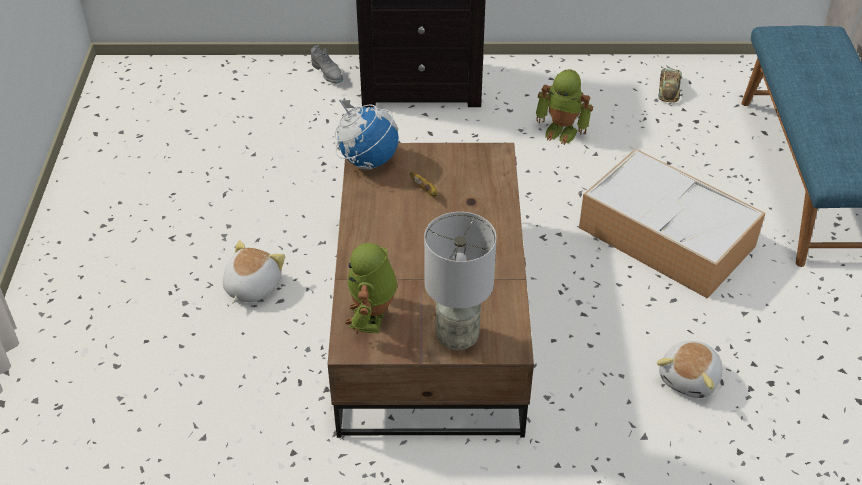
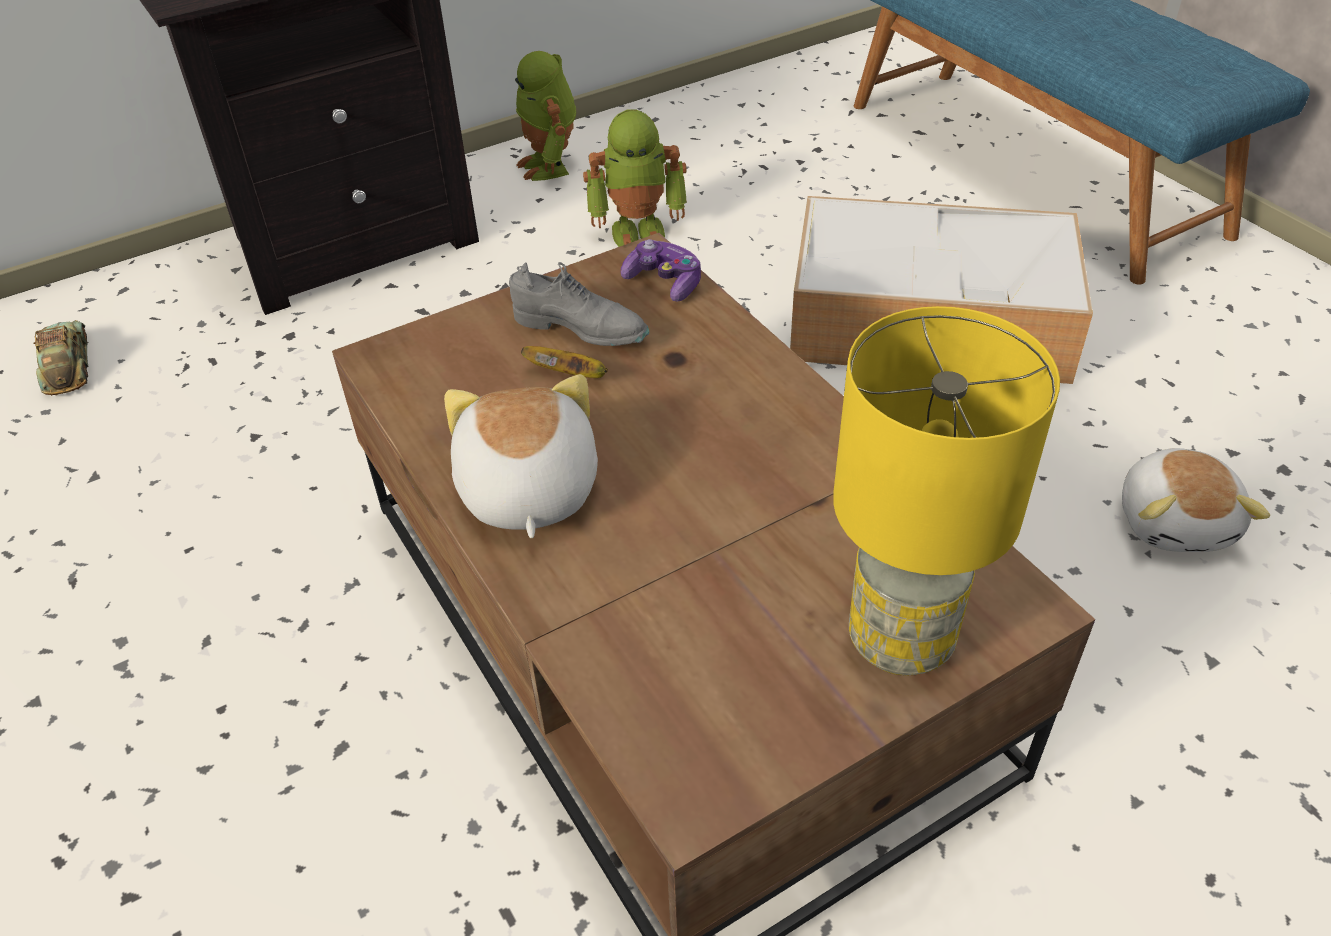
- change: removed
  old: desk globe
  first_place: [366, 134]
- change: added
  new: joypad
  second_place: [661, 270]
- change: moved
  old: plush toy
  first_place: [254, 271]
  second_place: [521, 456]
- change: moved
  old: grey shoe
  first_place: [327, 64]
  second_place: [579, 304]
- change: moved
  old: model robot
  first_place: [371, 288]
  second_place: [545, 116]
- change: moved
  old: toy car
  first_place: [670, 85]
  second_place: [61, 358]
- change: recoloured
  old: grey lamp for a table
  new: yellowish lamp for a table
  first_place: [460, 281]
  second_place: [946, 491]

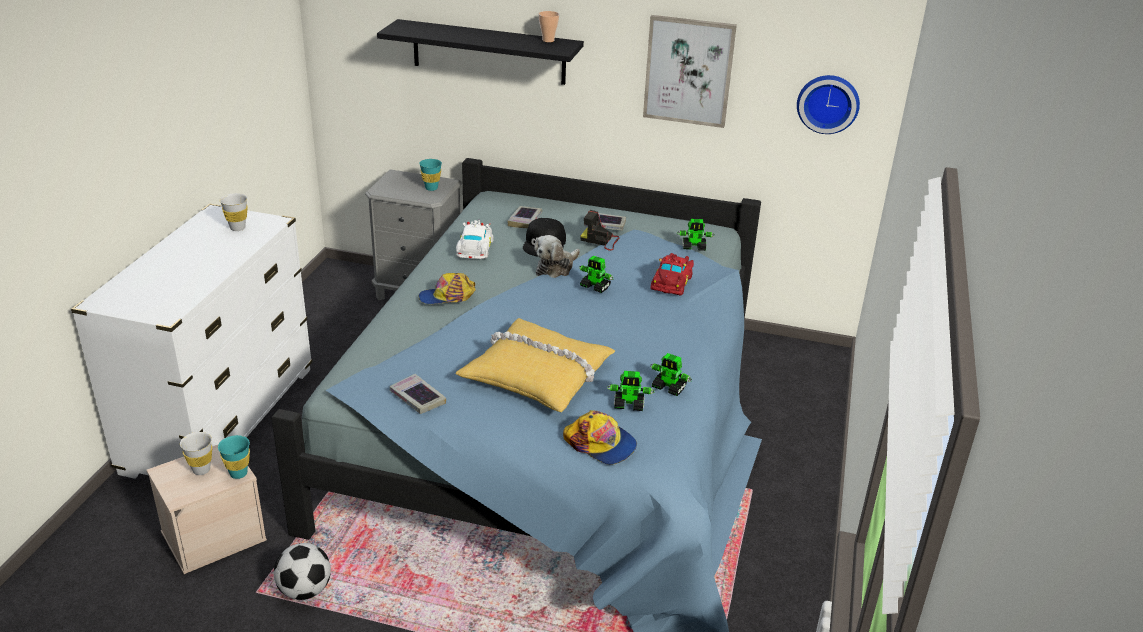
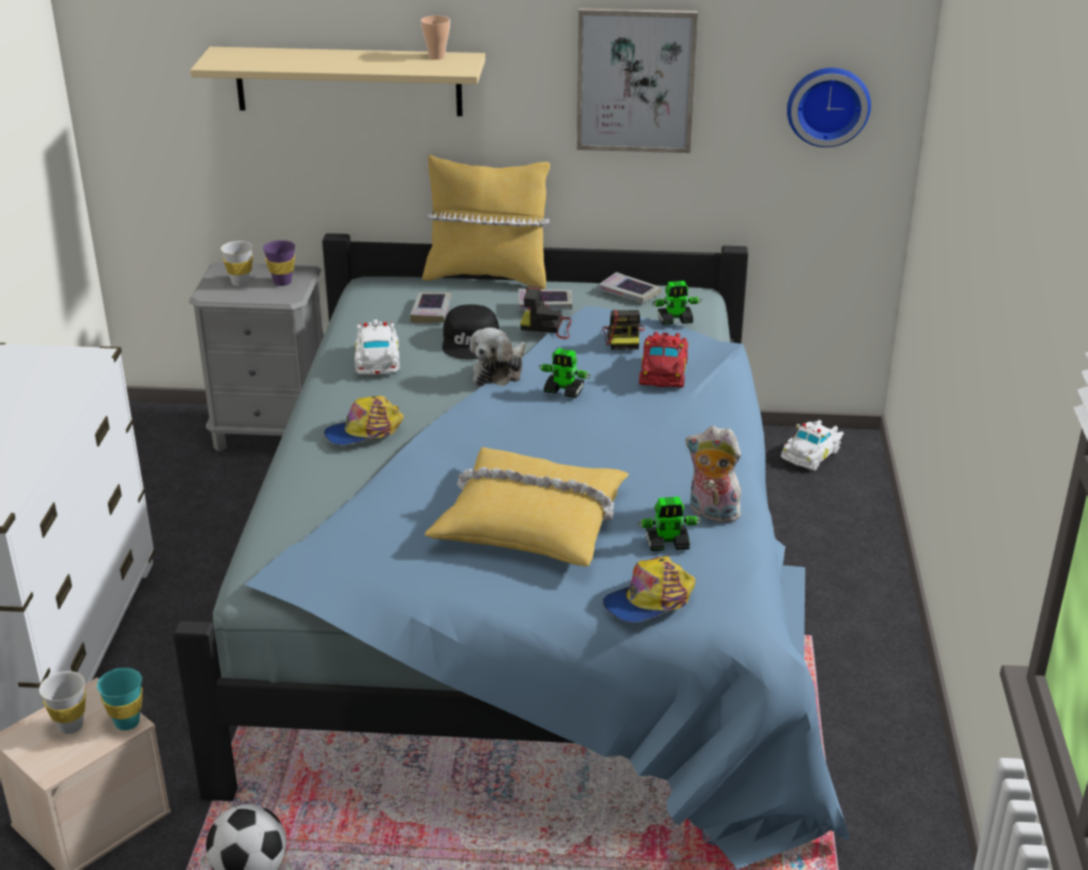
- change: added
  new: yellowish throw pillow
  second_place: [486, 222]
- change: added
  new: still camera
  second_place: [623, 330]
- change: added
  new: white toy car
  second_place: [812, 445]
- change: moved
  old: white cup
  first_place: [234, 212]
  second_place: [237, 263]
- change: moved
  old: volume
  first_place: [418, 394]
  second_place: [629, 287]
- change: replaced
  old: model robot
  new: plush toy
  first_place: [671, 374]
  second_place: [713, 475]
- change: recoloured
  old: black-coloured wall shelf
  new: sand-coloured wall shelf
  first_place: [480, 52]
  second_place: [337, 81]
- change: recoloured
  old: turquoise-coloured cup
  new: purple-coloured cup
  first_place: [430, 175]
  second_place: [279, 263]
- change: turned
  old: cap
  first_place: [600, 437]
  second_place: [649, 589]
  degrees: 120

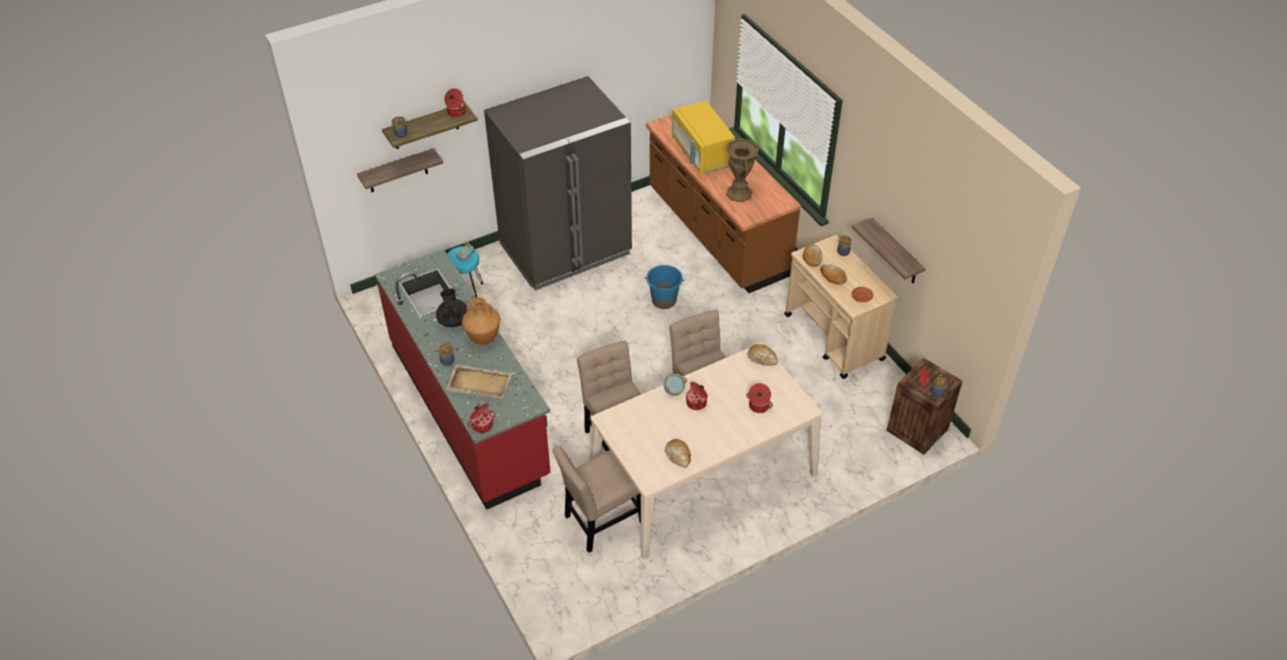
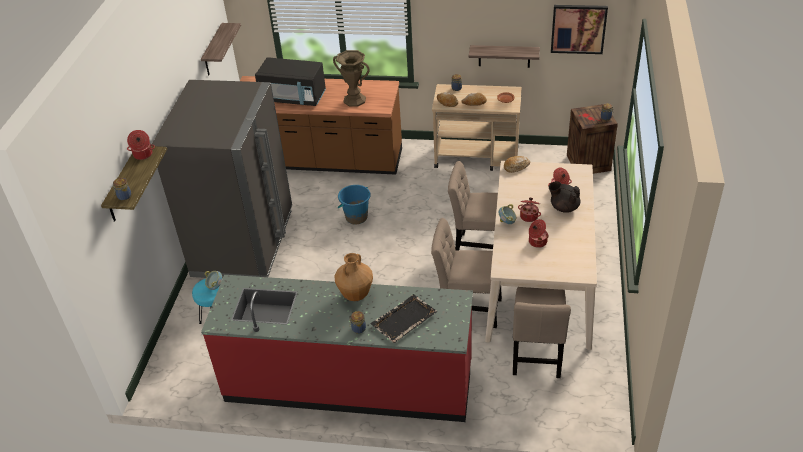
- change: removed
  old: baked bread
  first_place: [678, 453]
- change: added
  new: wall art
  second_place: [579, 29]
- change: moved
  old: wall shelf
  first_place: [400, 170]
  second_place: [221, 49]
- change: moved
  old: black-coloured tea pot
  first_place: [451, 307]
  second_place: [564, 197]
- change: moved
  old: cooking pot
  first_place: [482, 418]
  second_place: [539, 233]
- change: recoloured
  old: sand-coloured tray
  new: black-coloured tray
  first_place: [478, 381]
  second_place: [404, 318]
- change: recoloured
  old: yellowish microwave
  new: black-coloured microwave
  first_place: [703, 137]
  second_place: [290, 81]

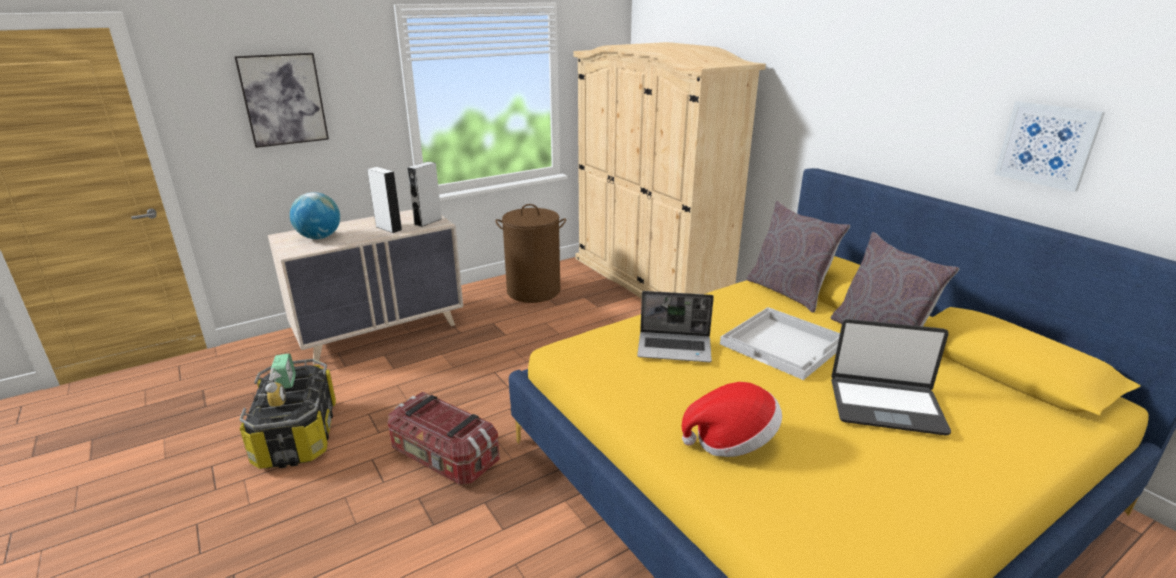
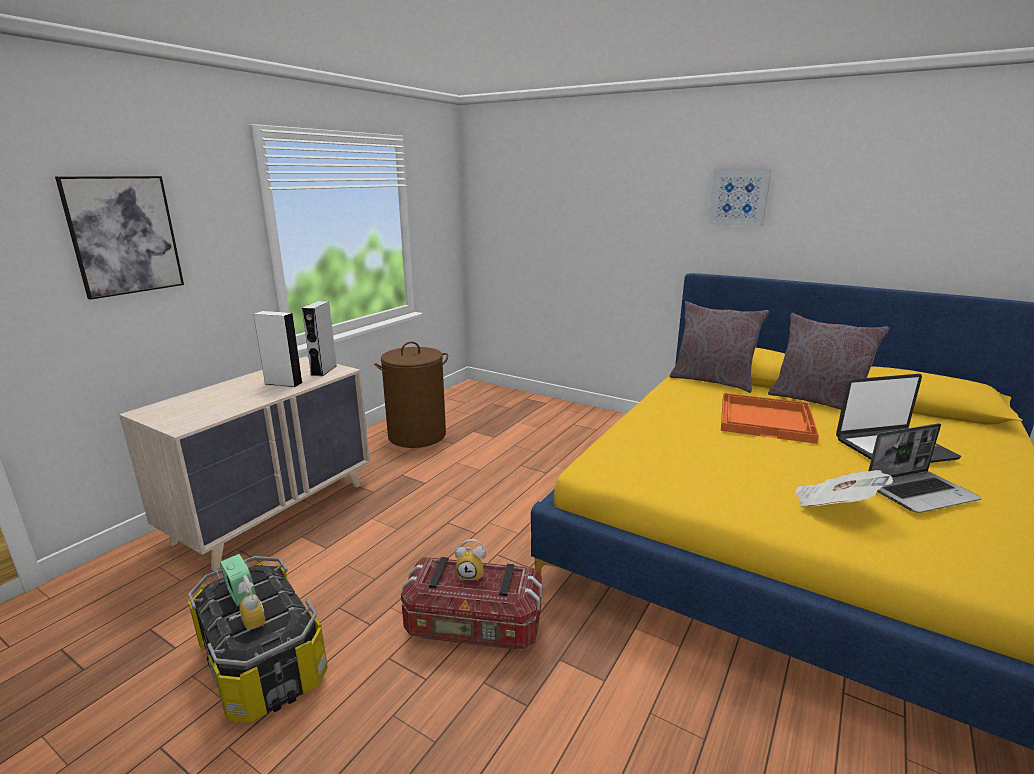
- change: removed
  old: desk globe
  first_place: [315, 215]
- change: removed
  old: sand-coloured wardrobe
  first_place: [669, 170]
- change: added
  new: alarm clock
  second_place: [470, 560]
- change: moved
  old: notebook computer
  first_place: [675, 326]
  second_place: [925, 468]
- change: moved
  old: wall art
  first_place: [1049, 146]
  second_place: [739, 197]
- change: replaced
  old: hat
  new: printed paper
  first_place: [732, 419]
  second_place: [844, 488]
- change: recoloured
  old: white tray
  new: orangey tray
  first_place: [780, 343]
  second_place: [770, 418]

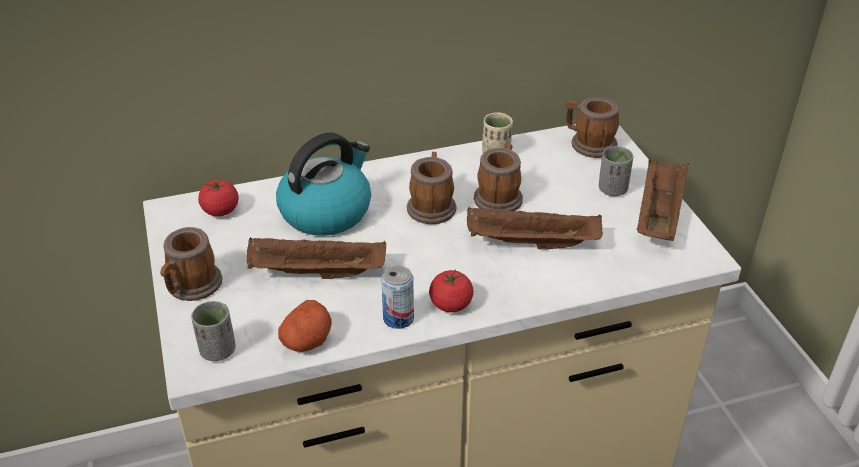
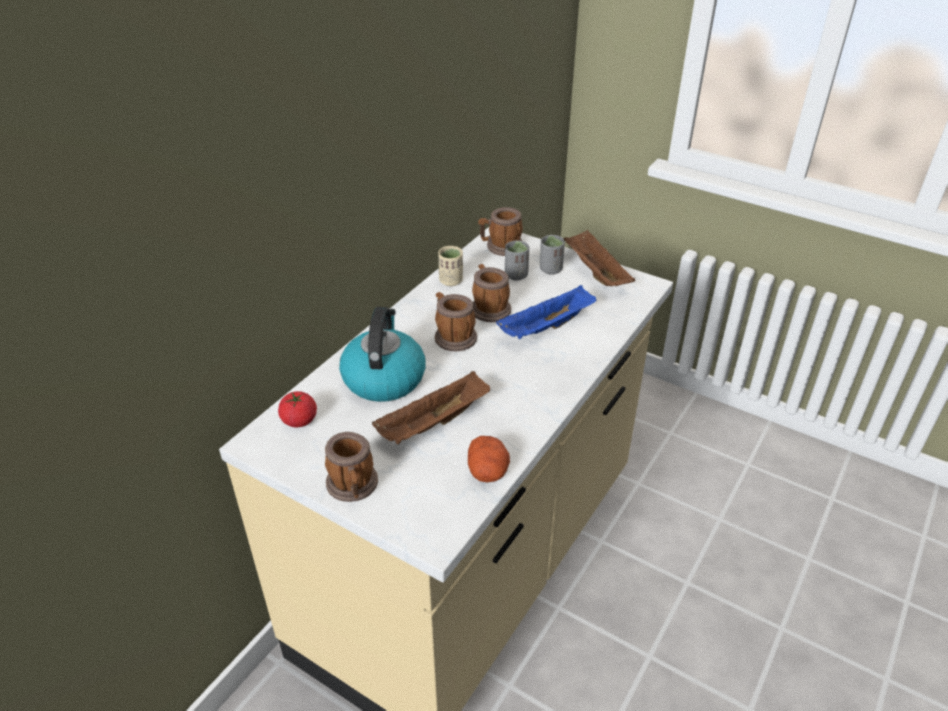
- change: removed
  old: can
  first_place: [397, 297]
- change: removed
  old: tomato
  first_place: [451, 290]
- change: moved
  old: grey cup
  first_place: [213, 331]
  second_place: [517, 260]
- change: recoloured
  old: brown tray
  new: bluish tray
  first_place: [535, 228]
  second_place: [546, 312]

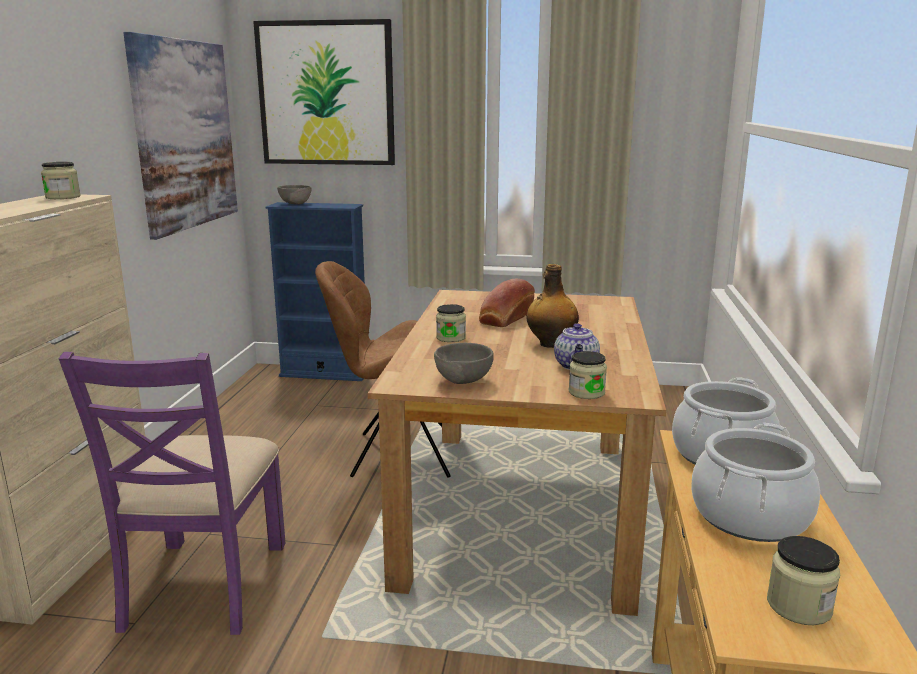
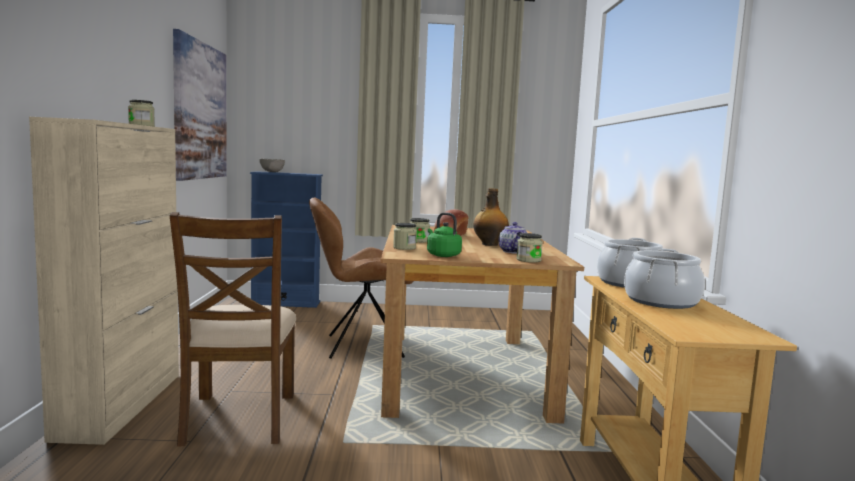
- change: removed
  old: wall art
  first_place: [324, 92]
- change: moved
  old: storage jar
  first_place: [803, 580]
  second_place: [405, 236]
- change: replaced
  old: grey bowl
  new: greenish tea kettle
  first_place: [464, 363]
  second_place: [444, 234]
- change: recoloured
  old: purple-coloured chair
  new: brown chair
  first_place: [172, 493]
  second_place: [232, 329]

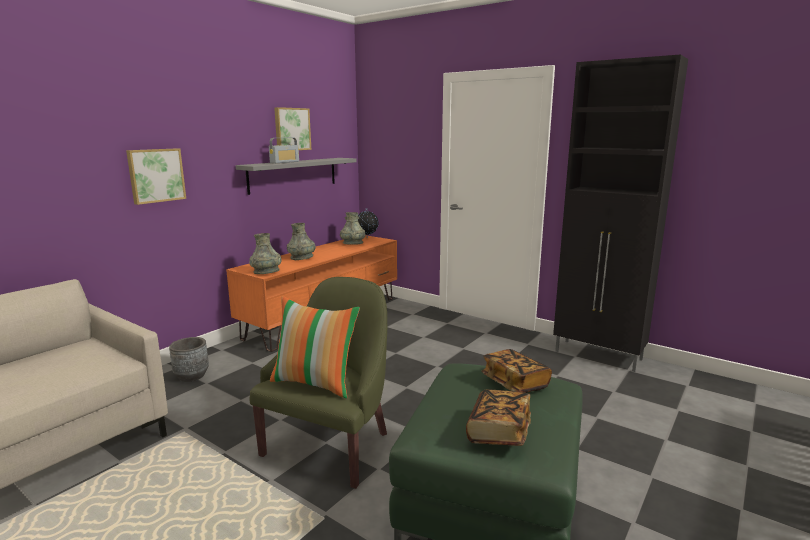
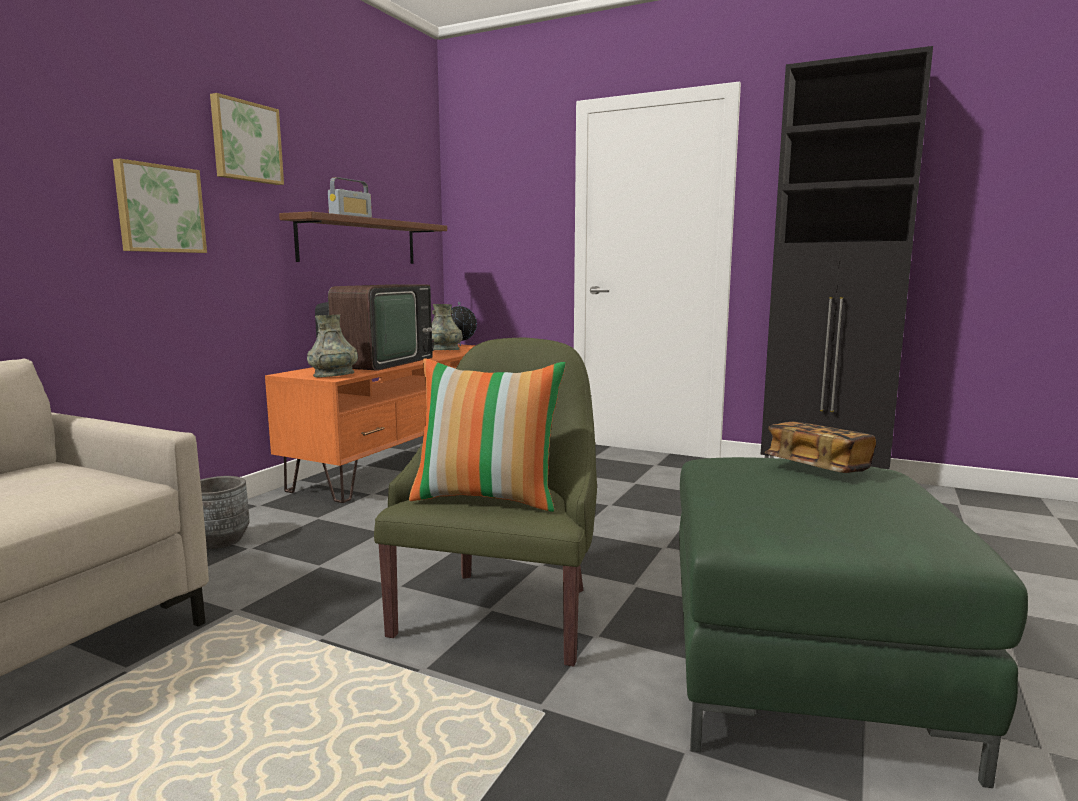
- change: removed
  old: volume
  first_place: [498, 417]
- change: moved
  old: wall art
  first_place: [292, 128]
  second_place: [247, 139]
- change: replaced
  old: grey flower vase
  new: television
  first_place: [301, 241]
  second_place: [374, 327]
- change: recoloured
  old: grey wall shelf
  new: brown wall shelf
  first_place: [296, 176]
  second_place: [363, 237]

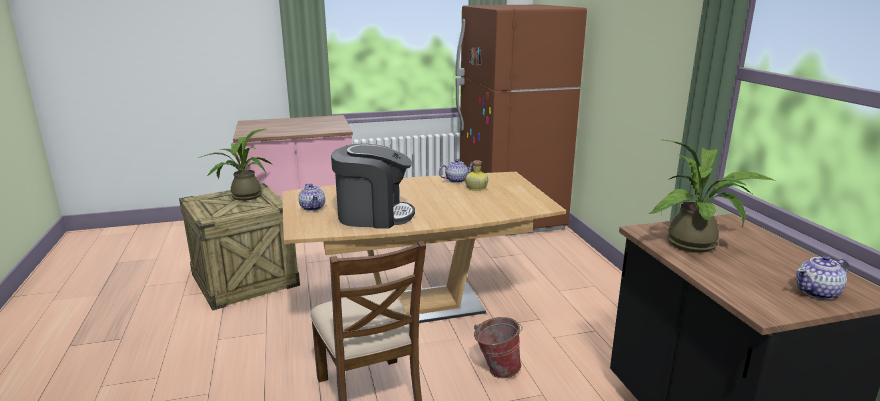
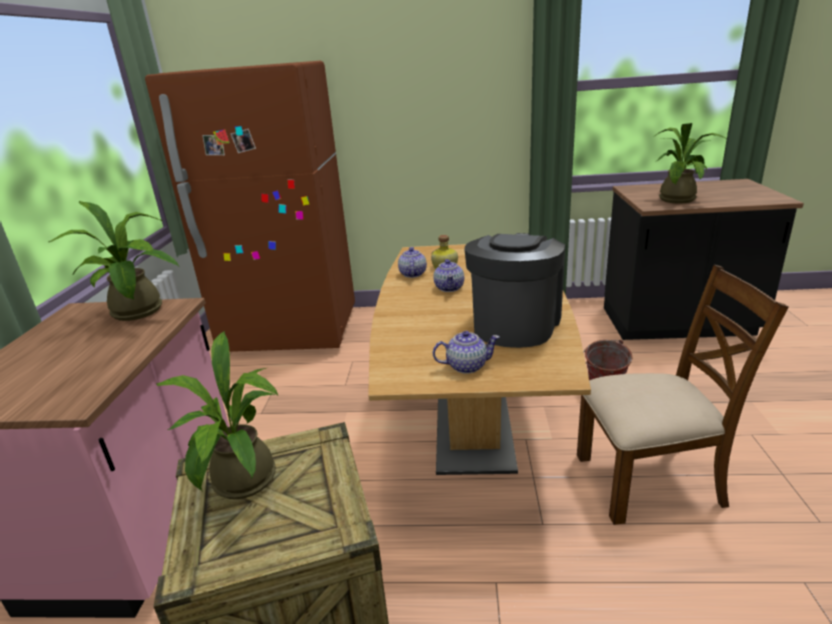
- change: added
  new: plant in a pot
  second_place: [114, 261]
- change: moved
  old: tea pot
  first_place: [822, 277]
  second_place: [448, 275]

